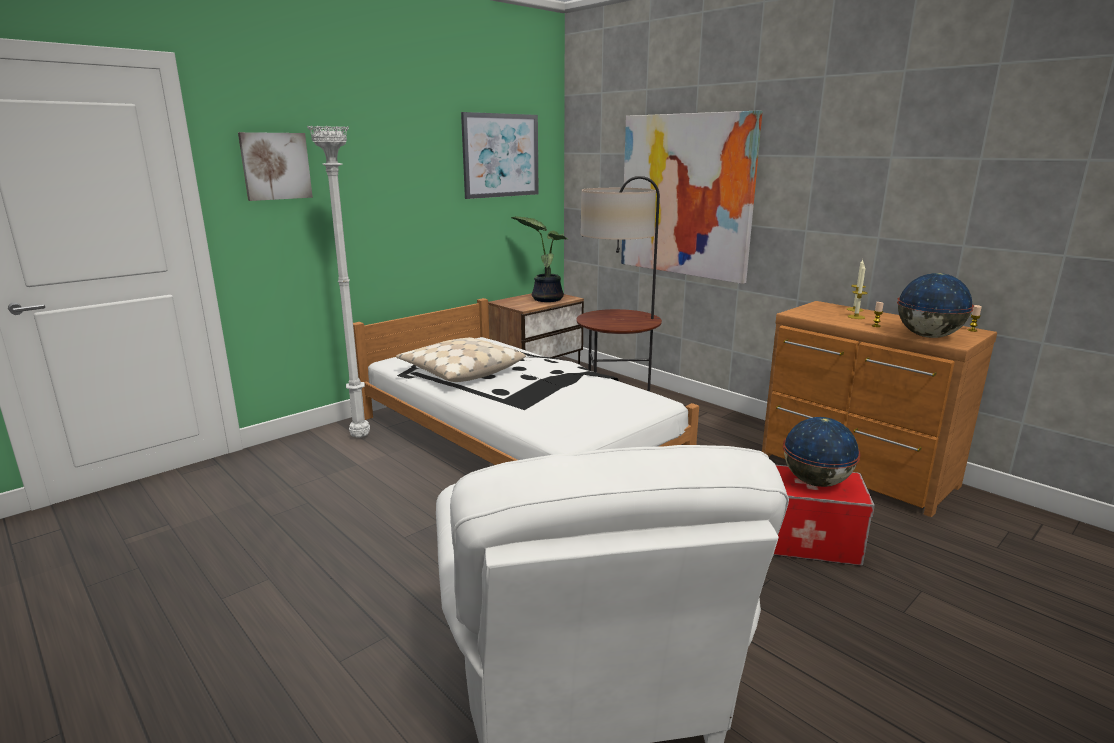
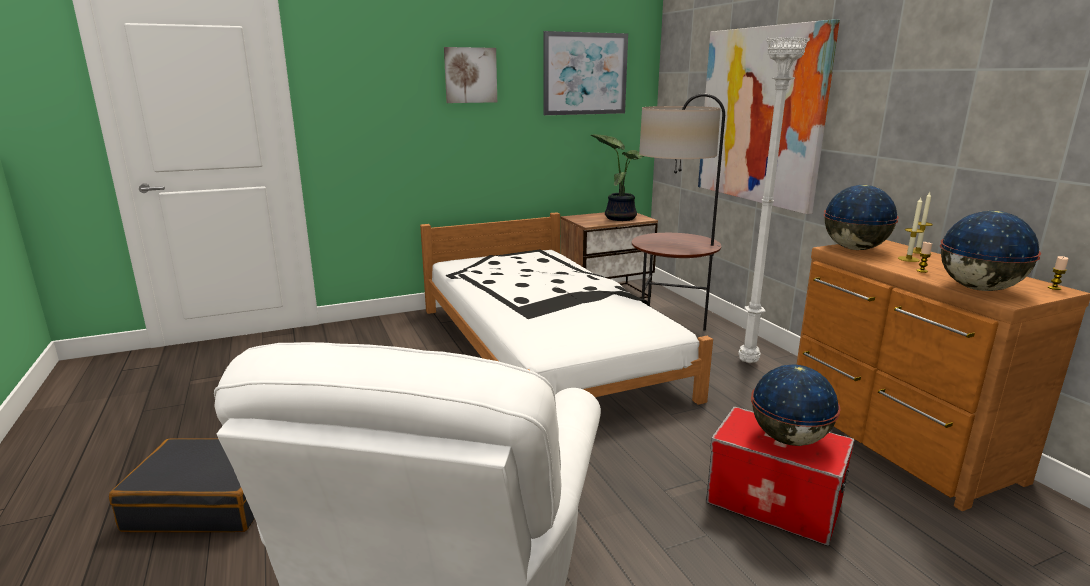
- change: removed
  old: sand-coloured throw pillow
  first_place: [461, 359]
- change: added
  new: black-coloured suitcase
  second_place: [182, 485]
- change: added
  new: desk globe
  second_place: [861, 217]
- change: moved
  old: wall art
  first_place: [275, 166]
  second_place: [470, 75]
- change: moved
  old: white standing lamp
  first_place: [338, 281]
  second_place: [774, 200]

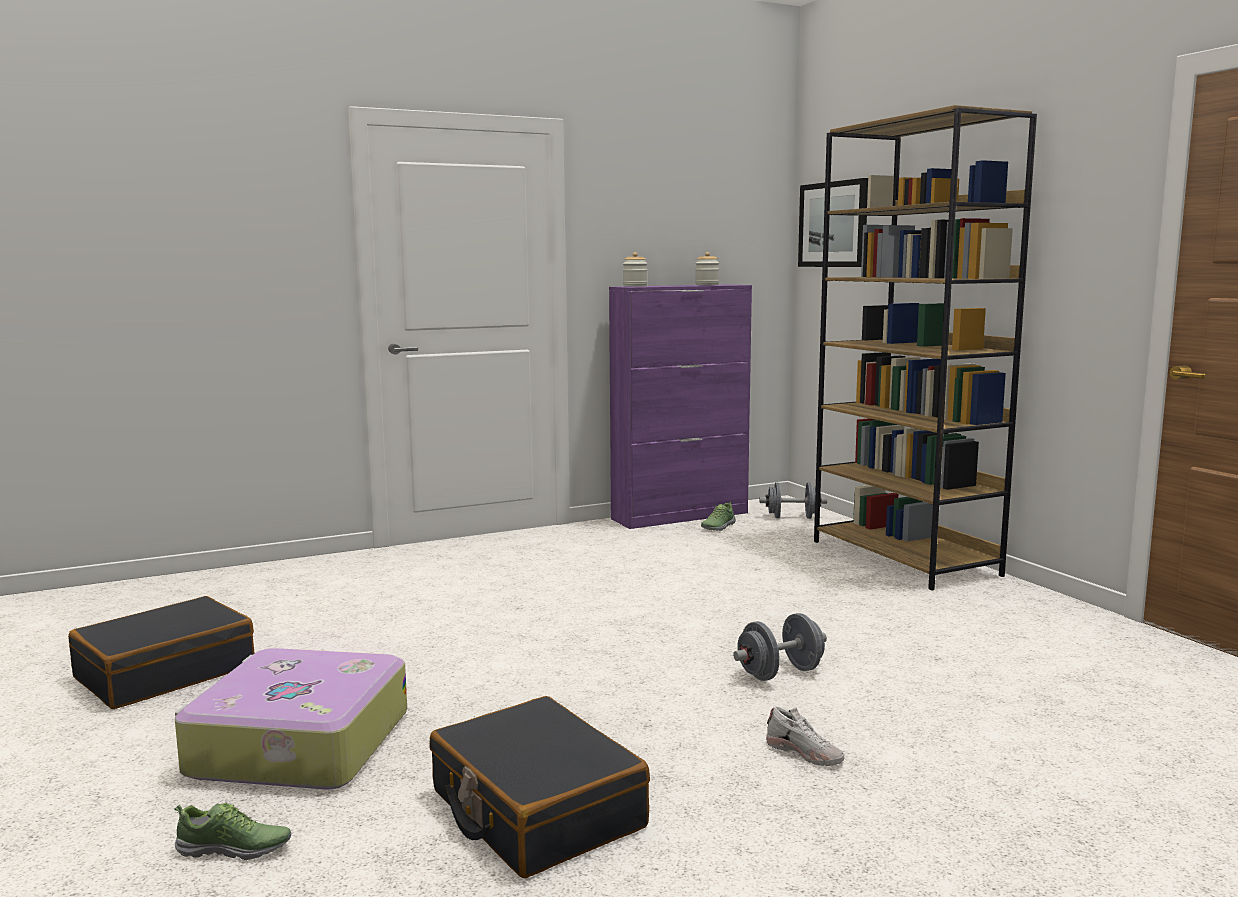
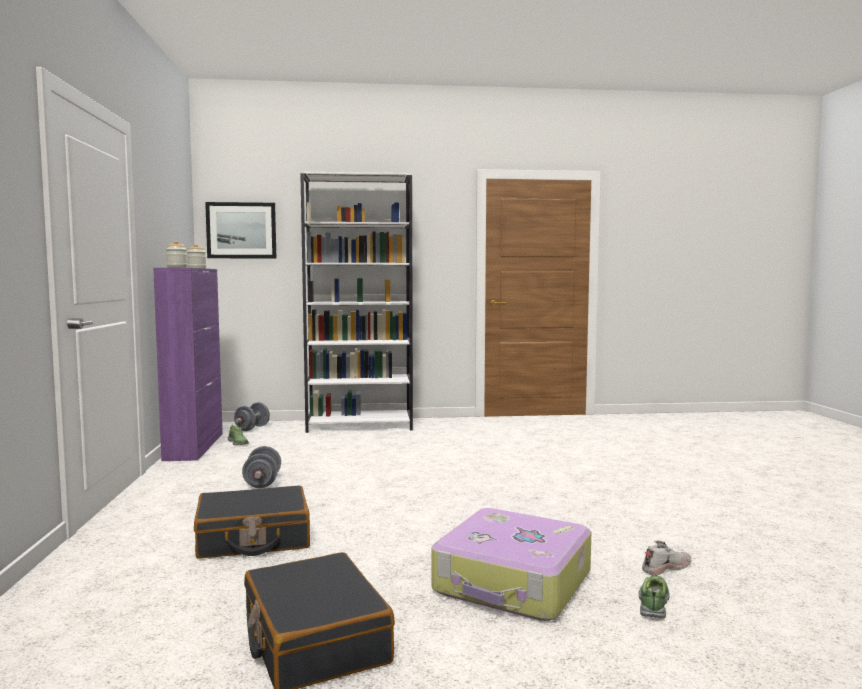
- change: moved
  old: black-coloured suitcase
  first_place: [539, 787]
  second_place: [252, 522]
- change: moved
  old: grey hand weight
  first_place: [780, 647]
  second_place: [261, 467]
- change: moved
  old: white shoe
  first_place: [805, 736]
  second_place: [666, 558]
- change: recoloured
  old: brown bookcase
  new: white bookcase
  first_place: [925, 348]
  second_place: [356, 302]

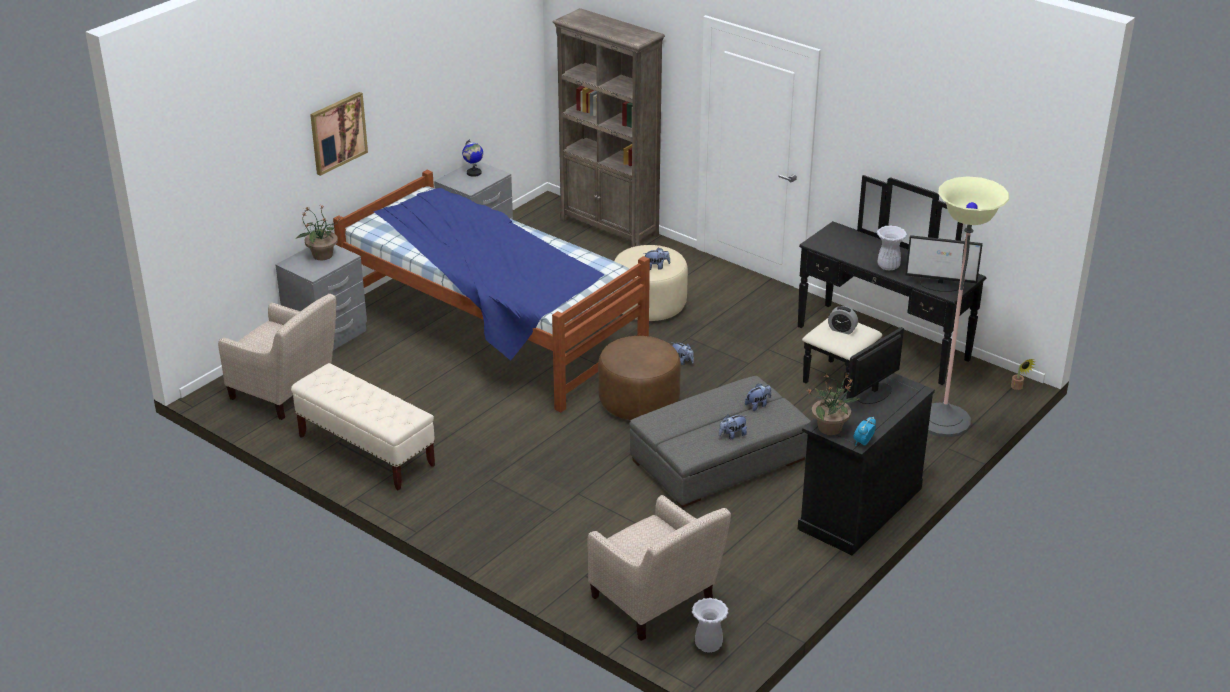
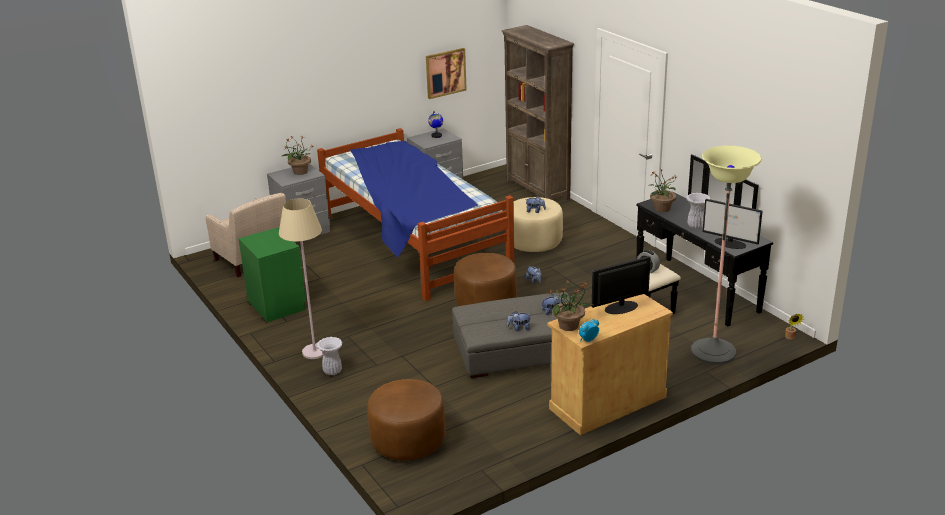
- change: added
  new: sand-coloured standing lamp
  second_place: [301, 278]
- change: added
  new: plant in a pot
  second_place: [662, 190]
- change: moved
  old: wall art
  first_place: [339, 134]
  second_place: [446, 73]
- change: moved
  old: white flower vase
  first_place: [710, 625]
  second_place: [329, 356]
- change: replaced
  old: sand-coloured long seat
  new: greenish night table
  first_place: [363, 426]
  second_place: [272, 274]
- change: replaced
  old: sand-coloured easy chair
  new: brown footrest
  first_place: [659, 568]
  second_place: [406, 420]
- change: recoloured
  old: black-coloured cupboard
  new: sand-coloured cupboard
  first_place: [866, 464]
  second_place: [610, 364]

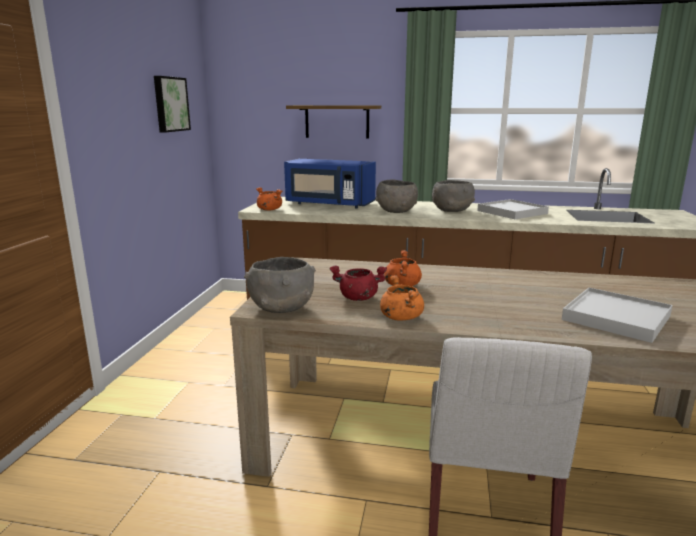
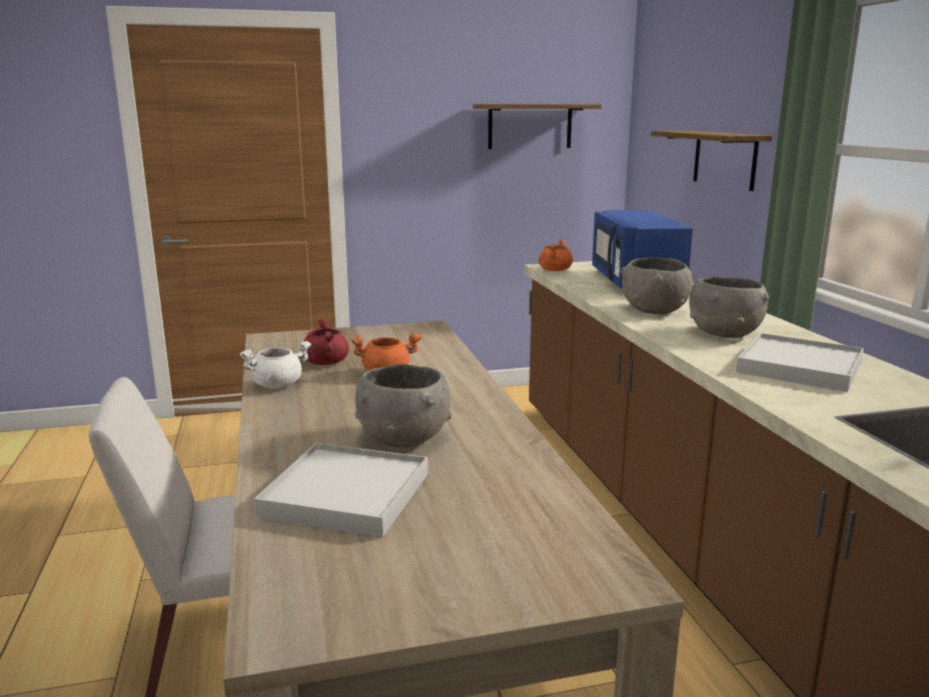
- change: moved
  old: grey bowl
  first_place: [280, 285]
  second_place: [403, 405]
- change: replaced
  old: wall art
  new: wall shelf
  first_place: [172, 104]
  second_place: [537, 126]
- change: recoloured
  old: orangey cooking pot
  new: white cooking pot
  first_place: [402, 298]
  second_place: [275, 364]

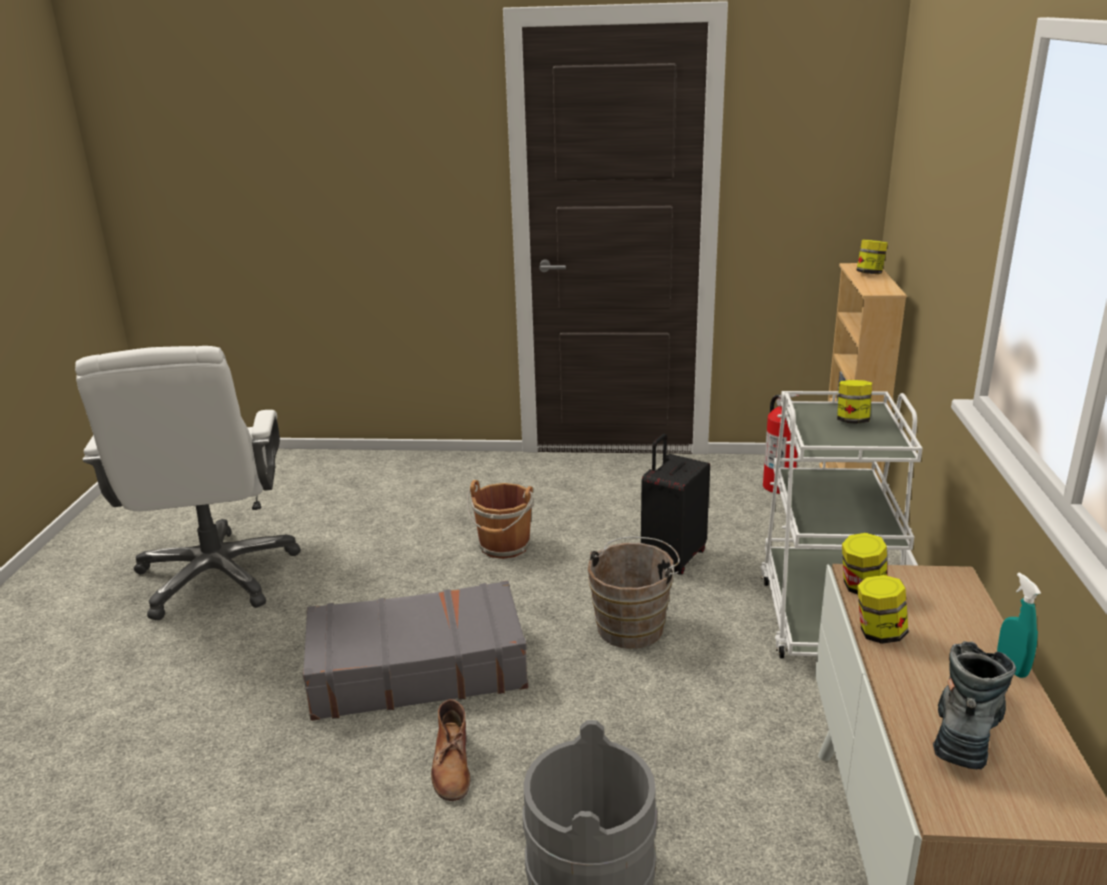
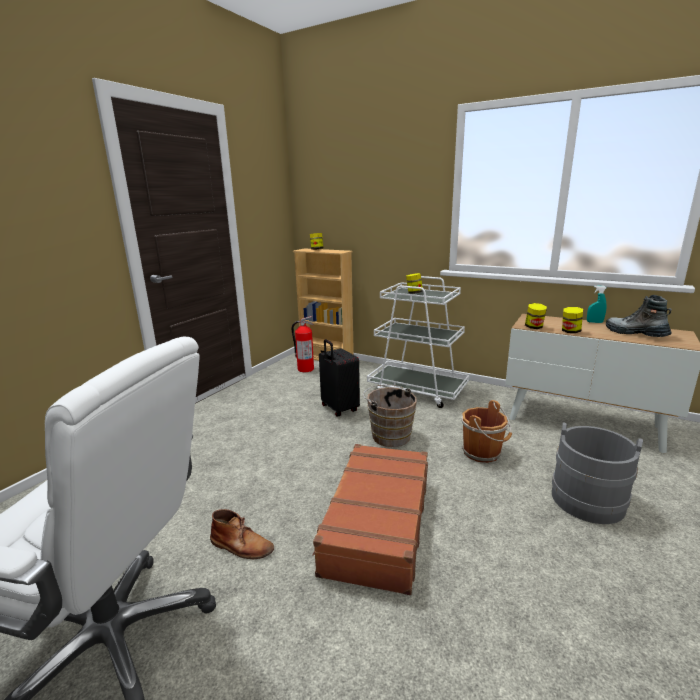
- change: moved
  old: brown boot
  first_place: [450, 750]
  second_place: [242, 534]
- change: moved
  old: brown water bucket
  first_place: [500, 519]
  second_place: [486, 431]
- change: recoloured
  old: grey suitcase
  new: brown suitcase
  first_place: [415, 651]
  second_place: [370, 519]

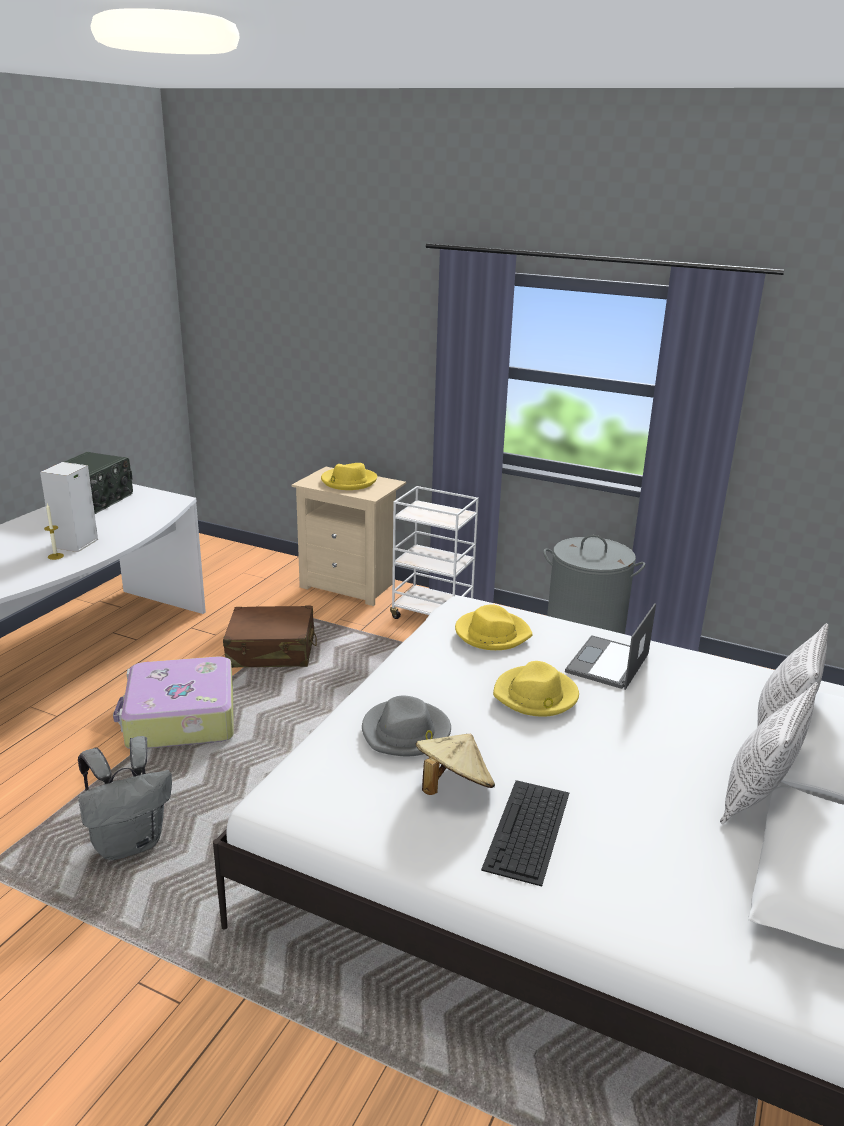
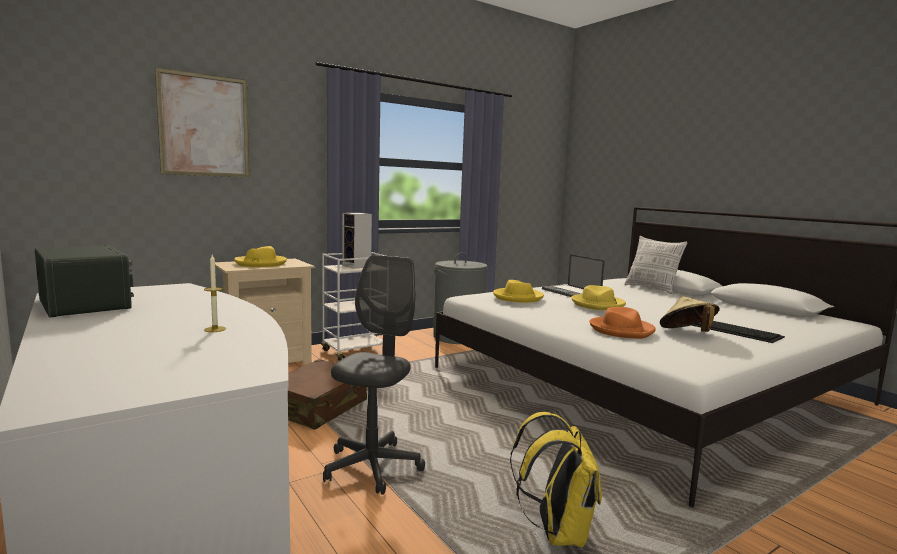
- change: removed
  old: throw pillow
  first_place: [769, 753]
- change: added
  new: wall art
  second_place: [202, 122]
- change: moved
  old: speaker
  first_place: [69, 507]
  second_place: [357, 241]
- change: replaced
  old: suitcase
  new: grey desk chair
  first_place: [173, 702]
  second_place: [374, 375]
- change: recoloured
  old: grey rucksack
  new: yellowish rucksack
  first_place: [125, 798]
  second_place: [556, 480]
- change: recoloured
  old: grey hat
  new: orangey hat
  first_place: [406, 725]
  second_place: [622, 323]

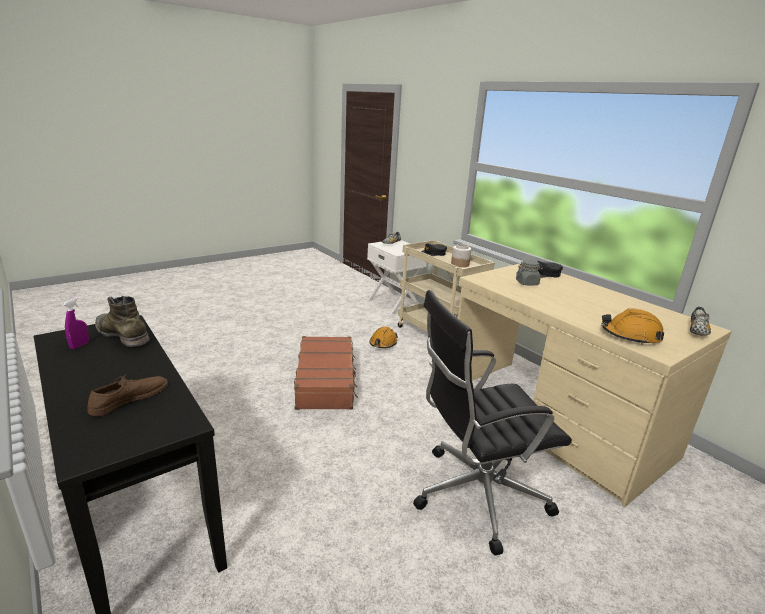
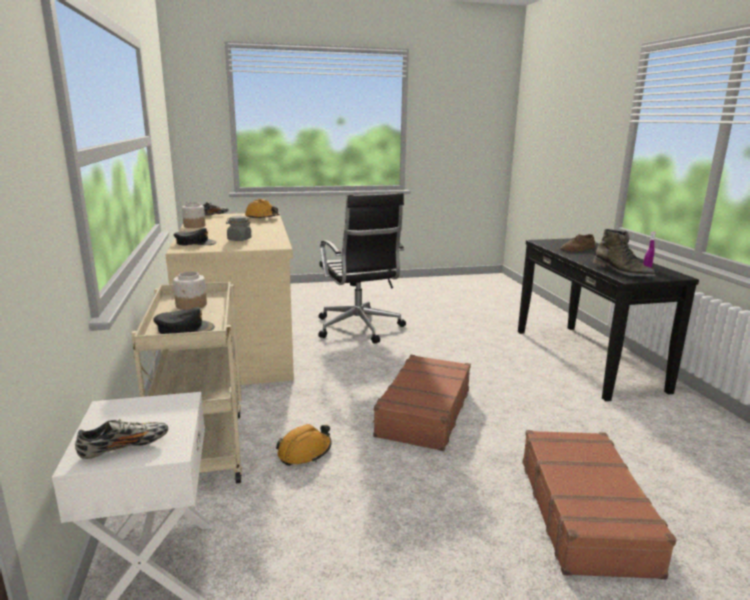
- change: added
  new: storage jar
  second_place: [193, 215]
- change: added
  new: brown suitcase
  second_place: [599, 505]
- change: turned
  old: black-coloured desk chair
  first_place: [492, 423]
  second_place: [362, 268]
  degrees: 60

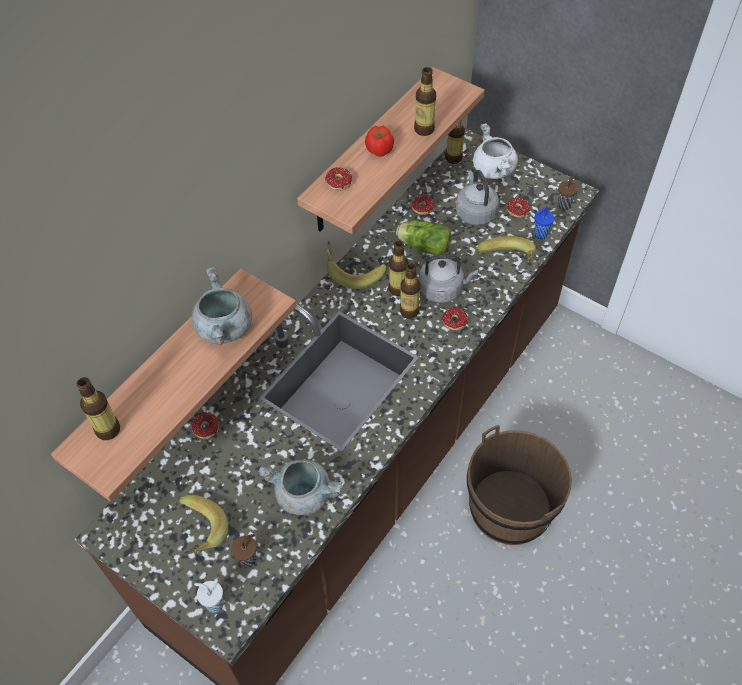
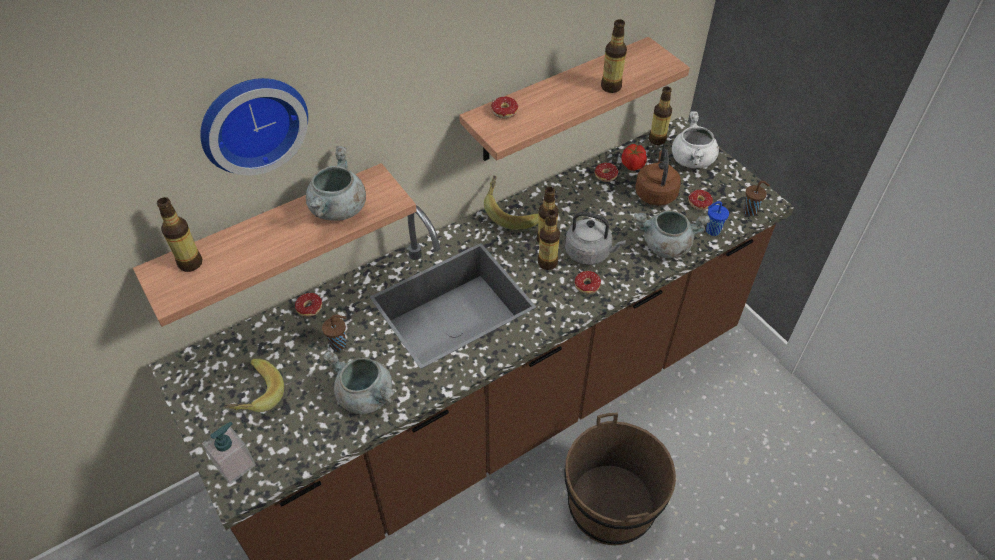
- change: removed
  old: lettuce
  first_place: [423, 237]
- change: added
  new: hanging clock
  second_place: [254, 126]
- change: moved
  old: brown cup
  first_place: [244, 551]
  second_place: [334, 333]
- change: moved
  old: tomato
  first_place: [379, 141]
  second_place: [634, 157]
- change: replaced
  old: white cup
  new: liquid soap bottle
  first_place: [209, 597]
  second_place: [229, 453]
- change: replaced
  old: banana fruit
  new: grey cooking pot
  first_place: [505, 249]
  second_place: [672, 234]
- change: recoloured
  old: grey tea kettle
  new: brown tea kettle
  first_place: [477, 198]
  second_place: [658, 177]

